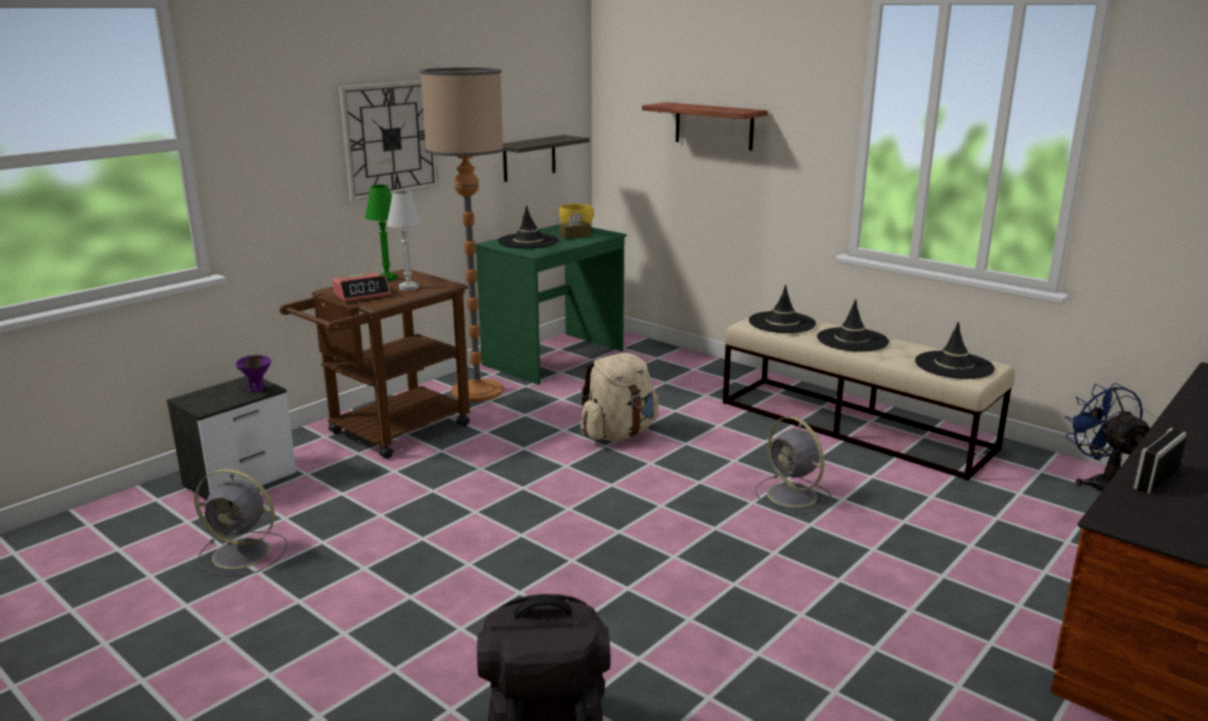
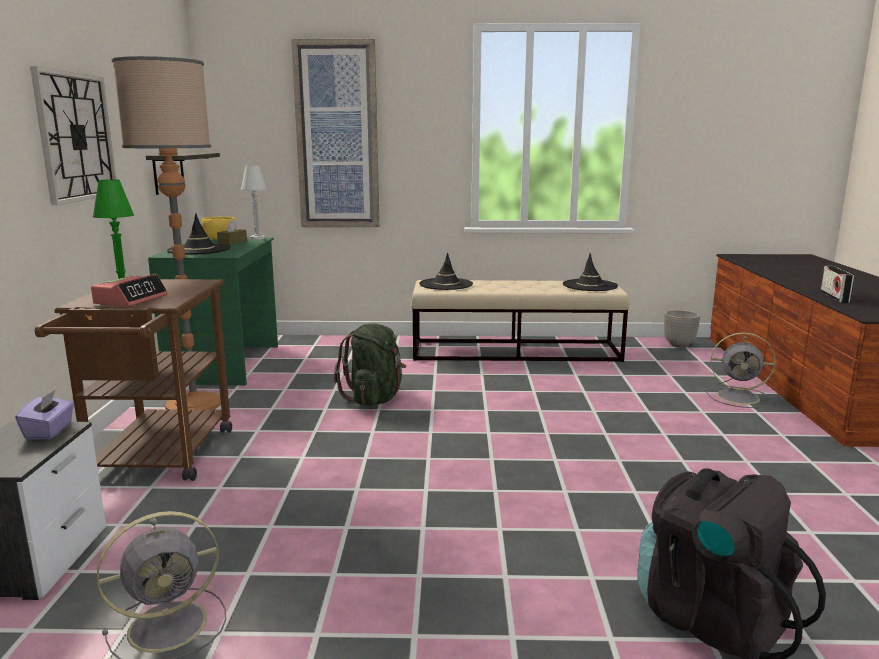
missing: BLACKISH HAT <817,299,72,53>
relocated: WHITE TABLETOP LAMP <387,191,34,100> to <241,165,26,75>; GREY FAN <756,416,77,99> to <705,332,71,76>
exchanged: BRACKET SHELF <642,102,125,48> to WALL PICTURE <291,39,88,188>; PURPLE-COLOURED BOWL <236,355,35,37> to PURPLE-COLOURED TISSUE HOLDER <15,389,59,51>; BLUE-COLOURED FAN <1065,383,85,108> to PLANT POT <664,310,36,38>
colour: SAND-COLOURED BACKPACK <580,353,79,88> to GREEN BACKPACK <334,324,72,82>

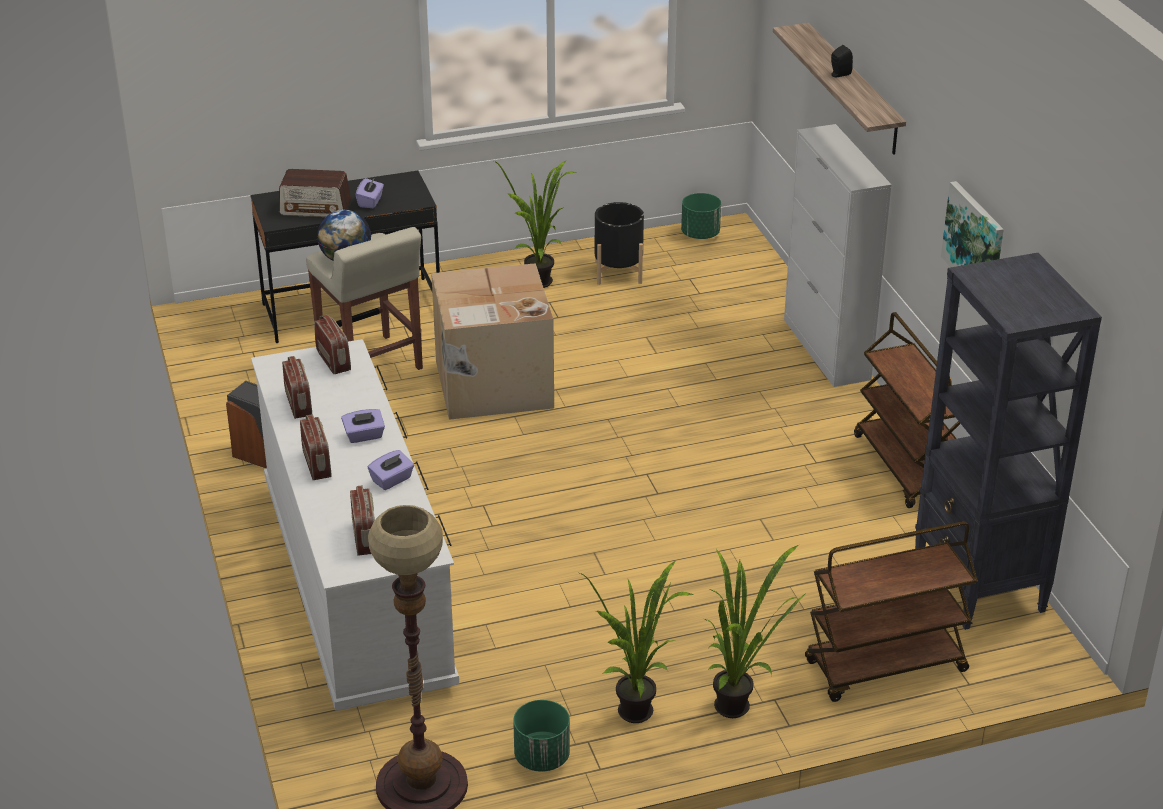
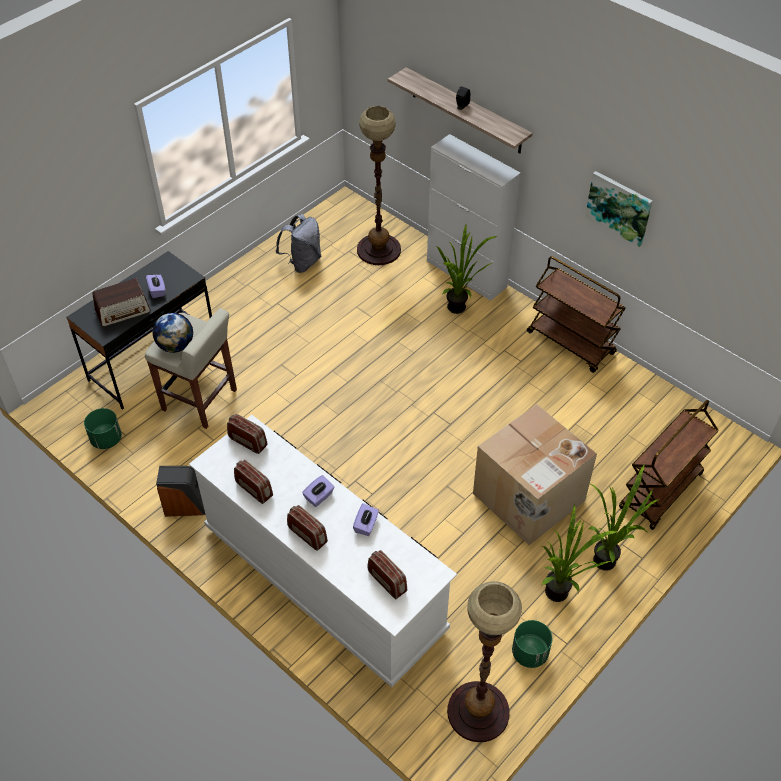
missing: BLACKISH SHELVING UNIT <915,253,187,377>
appeared: STANDING LAMP <357,106,44,159>
relocated: PLANT IN A POT <494,160,83,128> to <436,225,62,89>; GREEN PLANT POT <681,193,40,46> to <84,408,38,41>; PACKING BOX <431,263,123,157> to <473,404,124,141>
exchanged: BLACKISH PLANT POT <595,202,49,83> to GREY BACKPACK <276,214,45,59>

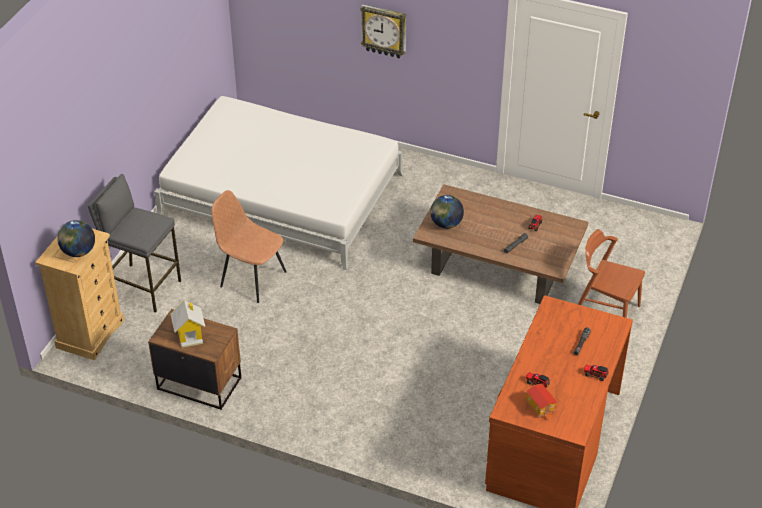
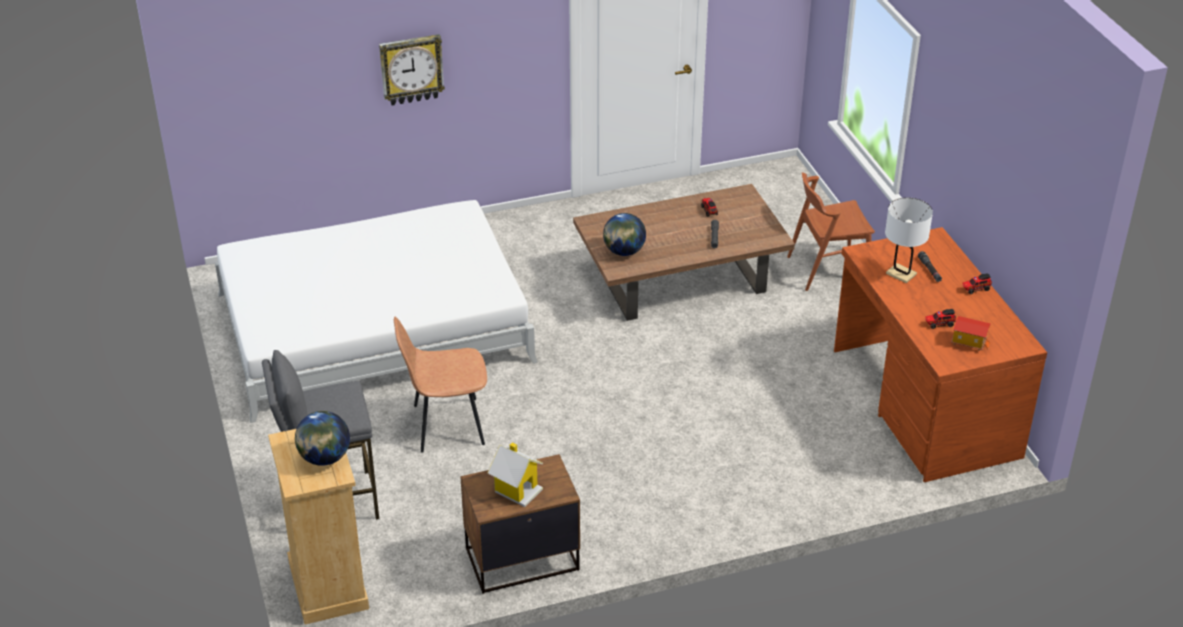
appeared: WHITE TABLETOP LAMP <885,198,48,85>

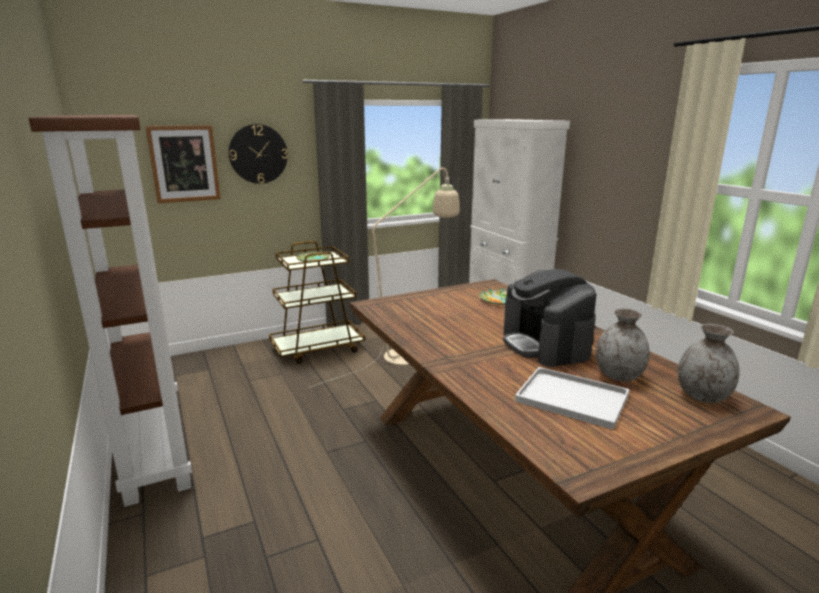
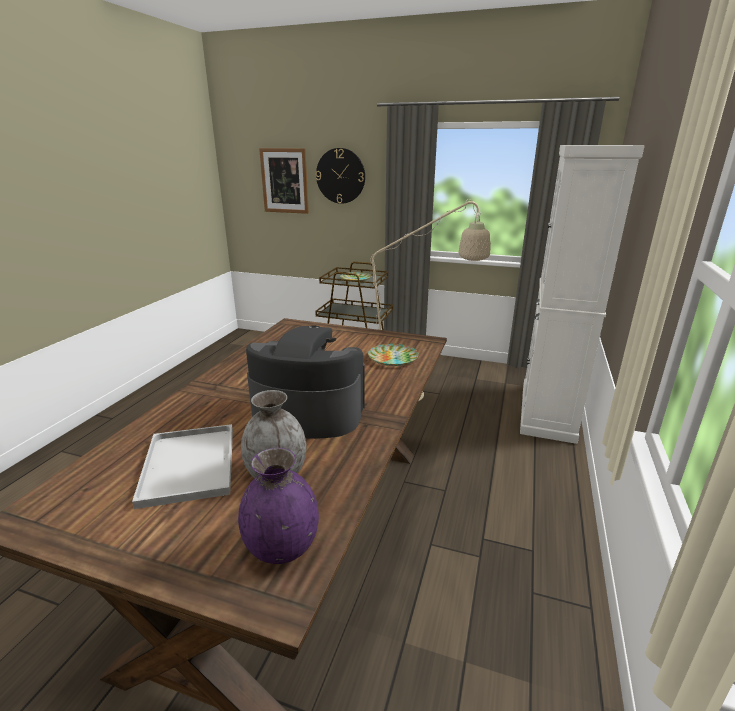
missing: BROWN SHELVING UNIT <29,115,163,392>
colour: GREY VASE <678,324,62,79> to PURPLE-COLOURED VASE <238,448,81,116>
spun: COFFEE MACHINE <503,269,93,98> = <246,325,119,114> 75 degrees clockwise

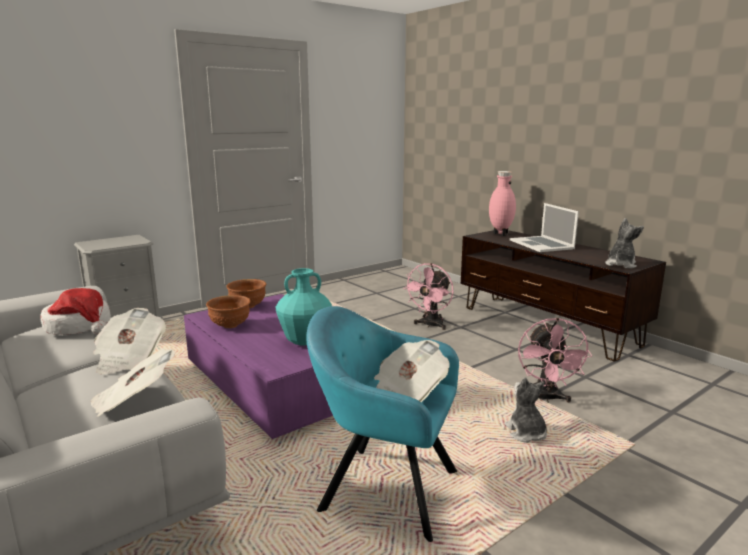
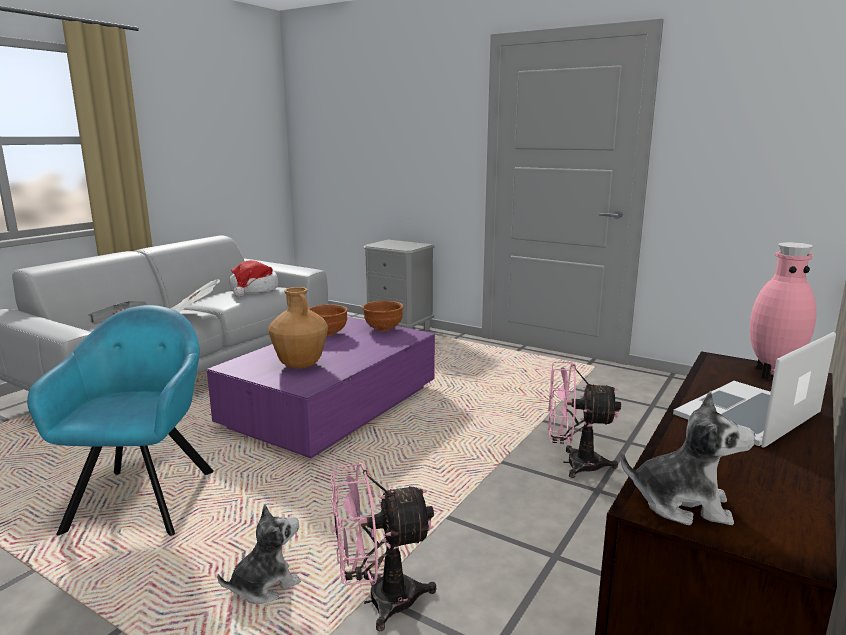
missing: PRINTED PAPER <374,340,75,62>
colour: TURQUOISE-COLOURED VASE <276,268,56,78> to BROWN VASE <268,287,60,81>

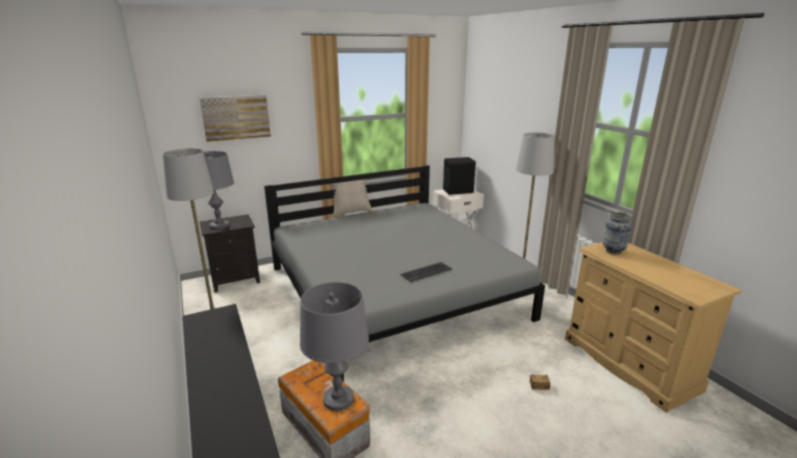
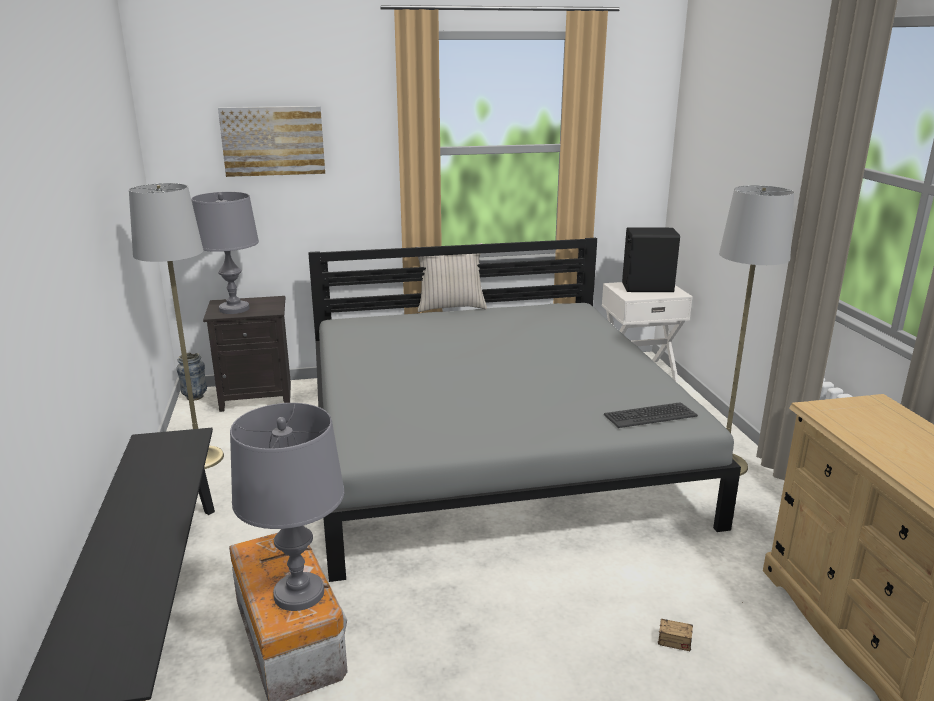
relocated: VASE <603,212,29,43> to <176,352,31,48>; PC KEYBOARD <400,262,52,20> to <604,402,94,26>

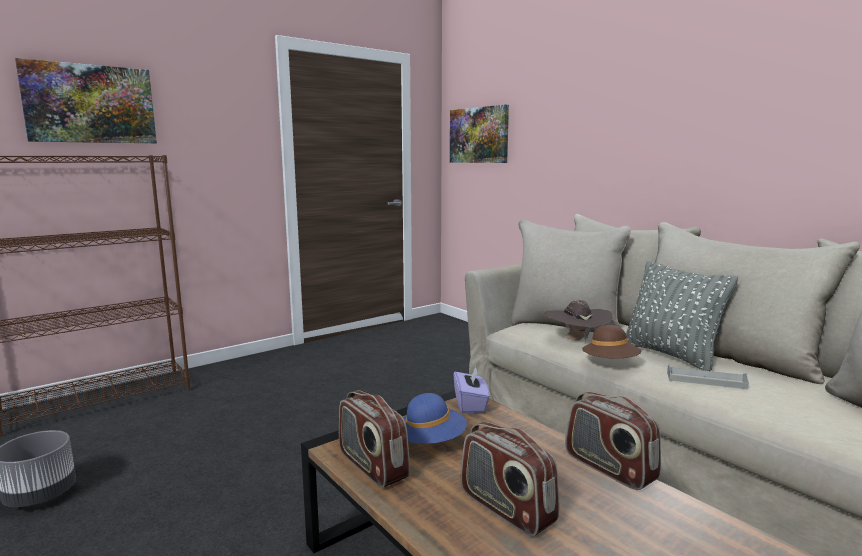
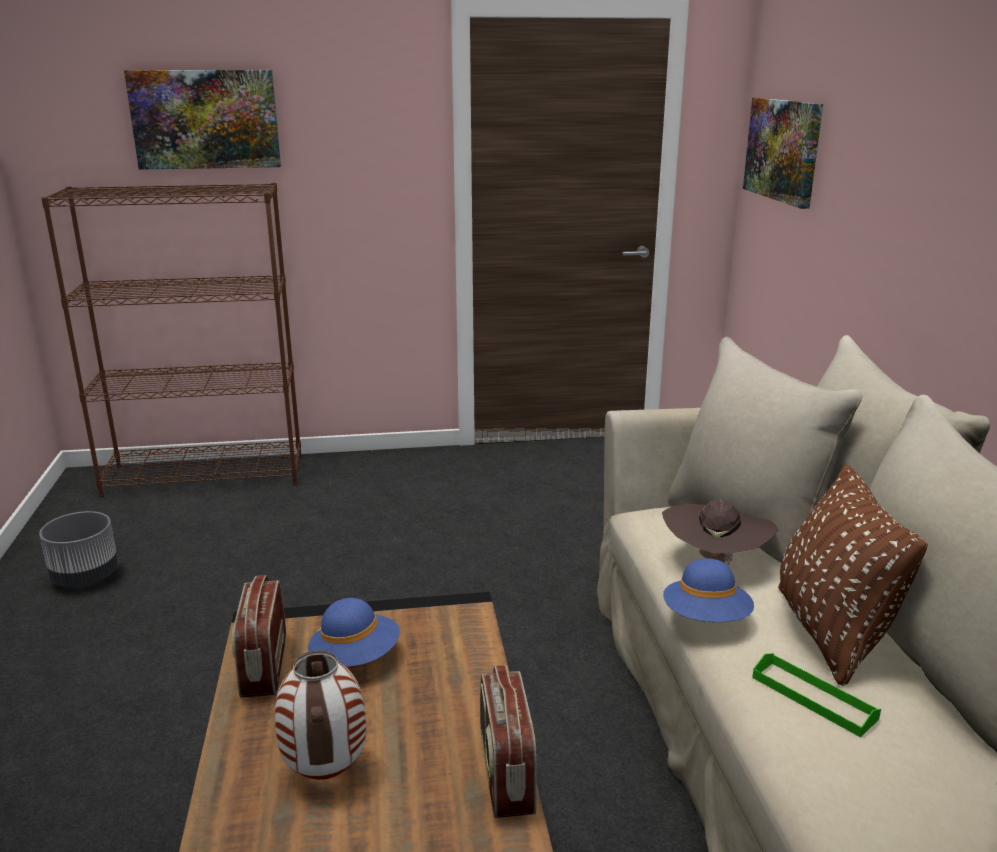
missing: PURPLE-COLOURED TISSUE HOLDER <454,366,36,47>
exchanged: RADIO <461,422,98,114> to VASE <275,650,91,130>
colour: GREY THROW PILLOW <626,261,112,110> to BROWN THROW PILLOW <778,464,150,222>; BROWN HAT <582,325,59,34> to BLUE-COLOURED HAT <663,558,91,64>; GREY TRAY <667,365,82,24> to GREEN TRAY <752,653,129,84>

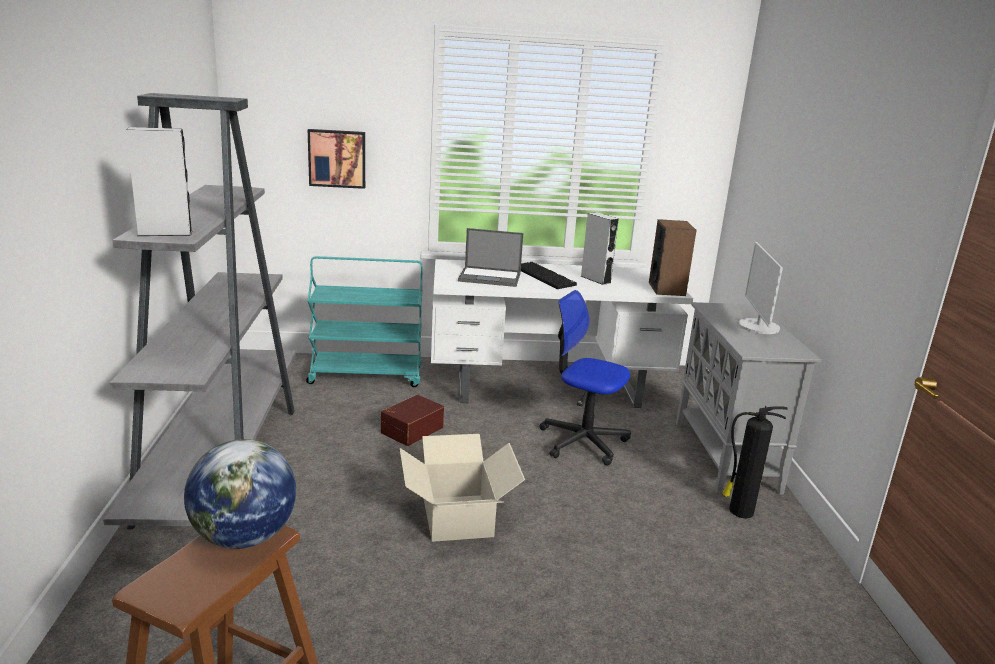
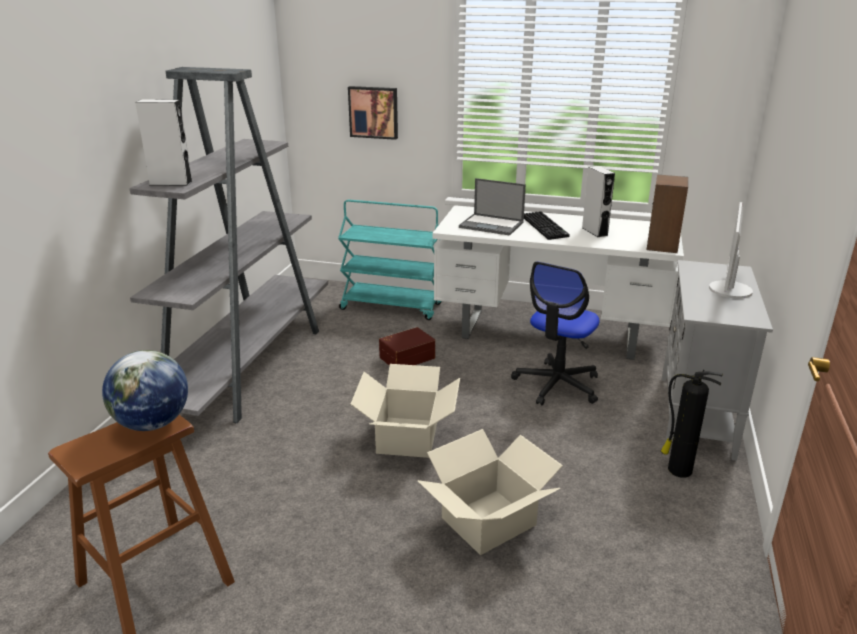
appeared: PACKING BOX <418,429,145,126>
spun: COMPUTER CHAIR <539,290,92,175> = <511,262,89,143> 105 degrees counterclockwise

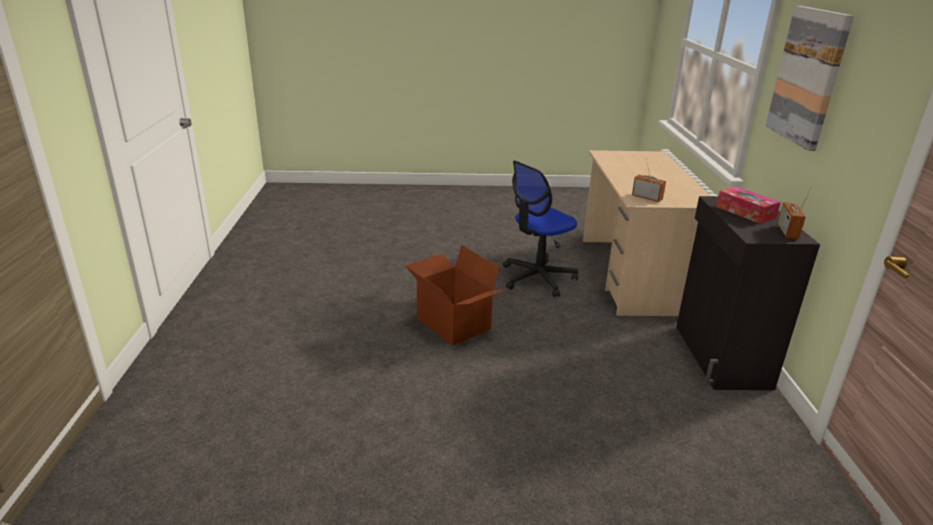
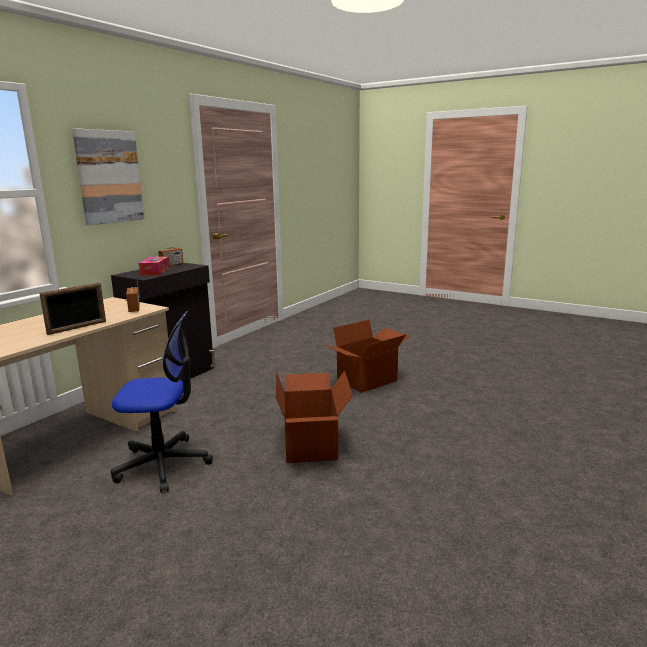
appeared: STANDING FRAME <39,282,67,53>; PACKING BOX <325,319,84,74>

